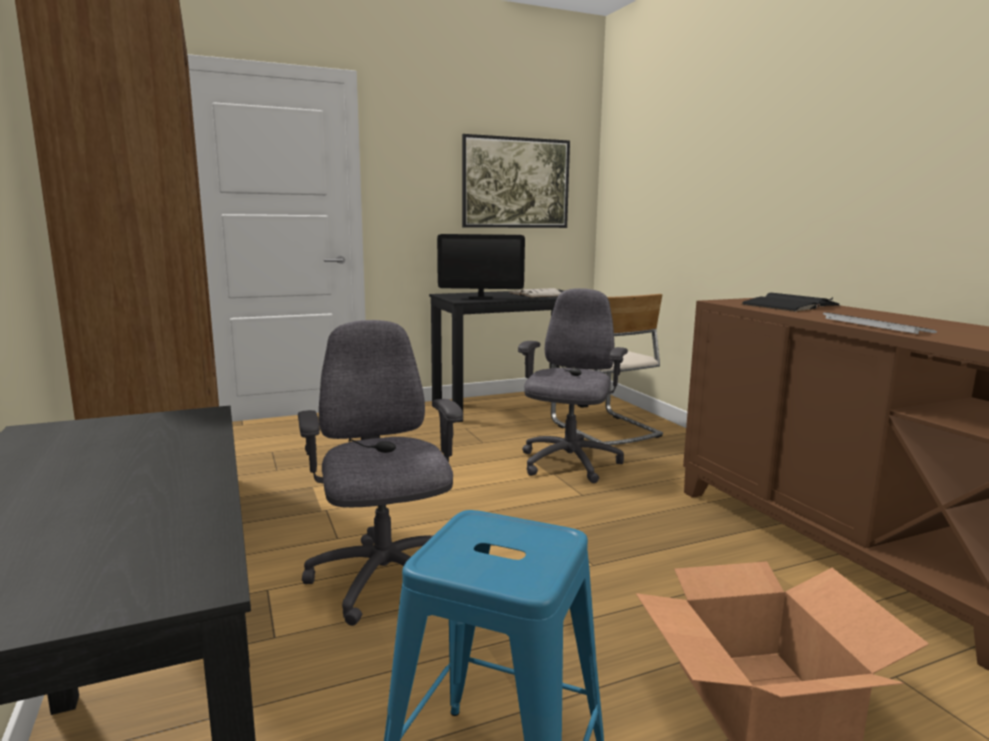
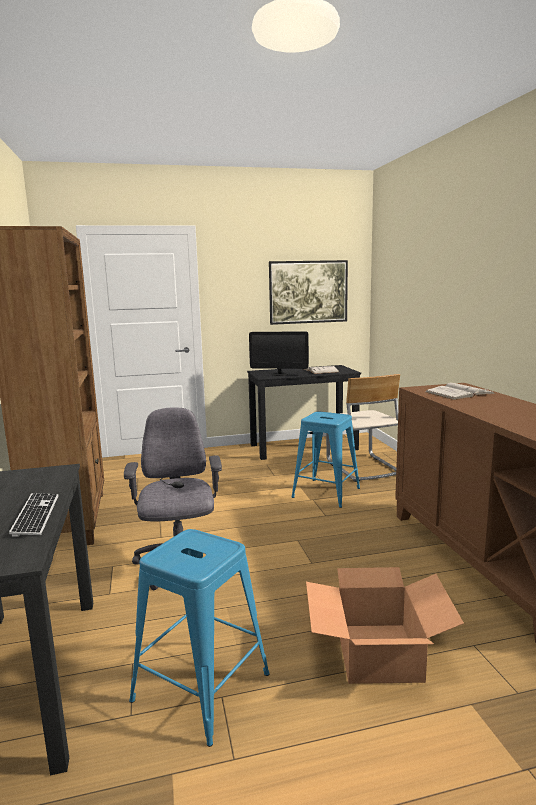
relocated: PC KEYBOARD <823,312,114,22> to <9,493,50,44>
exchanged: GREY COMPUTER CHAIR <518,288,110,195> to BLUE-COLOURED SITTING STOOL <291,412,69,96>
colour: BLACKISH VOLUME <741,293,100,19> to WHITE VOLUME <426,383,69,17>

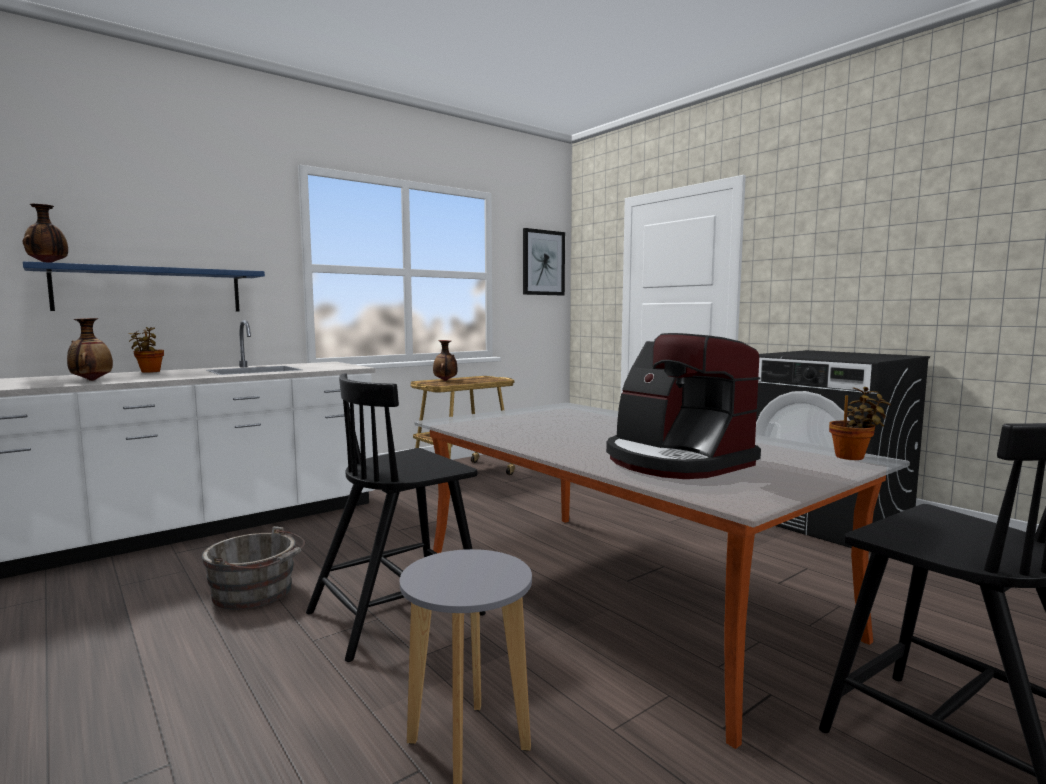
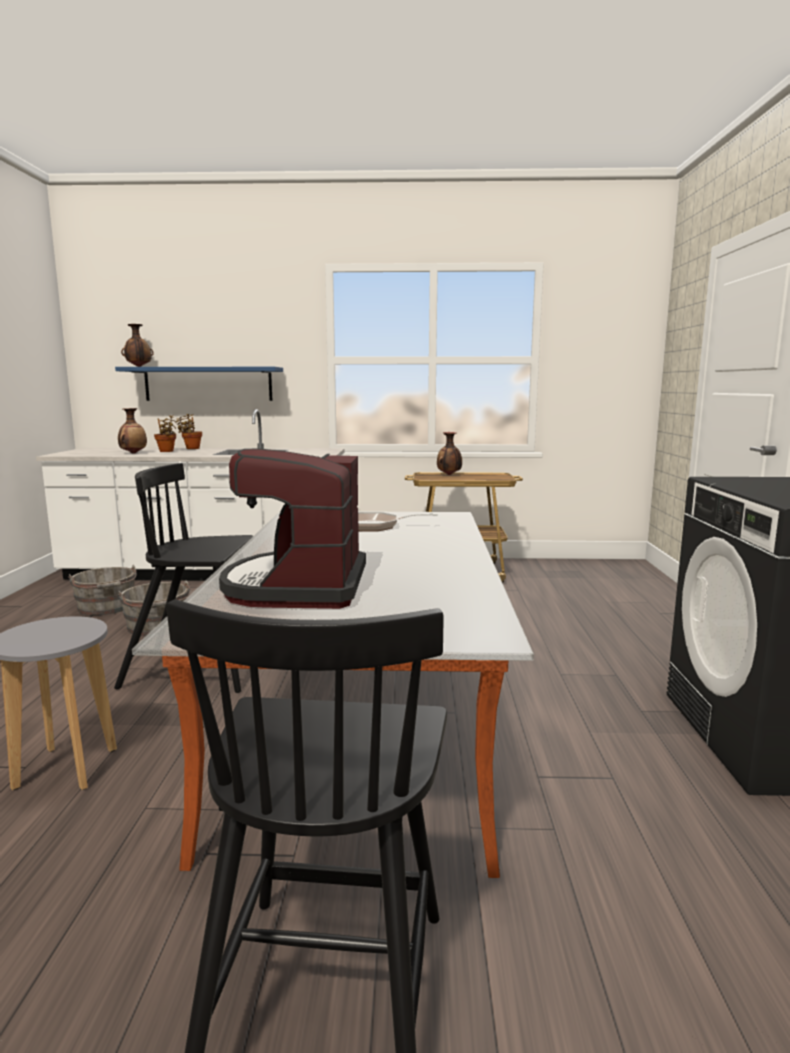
missing: WALL PICTURE <523,228,42,67>
appeared: SKILLET <358,512,80,20>; GREY PAIL <69,565,68,51>
relocated: PLANT IN A POT <829,387,62,73> to <154,415,22,37>

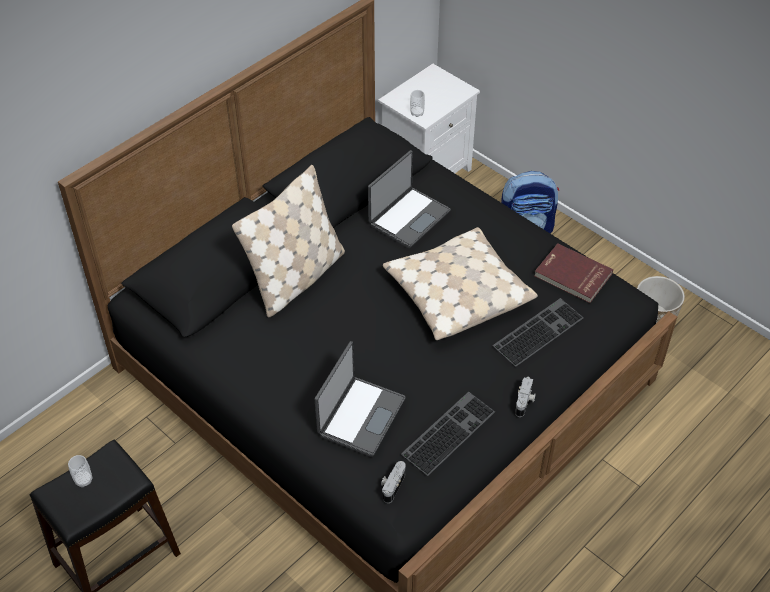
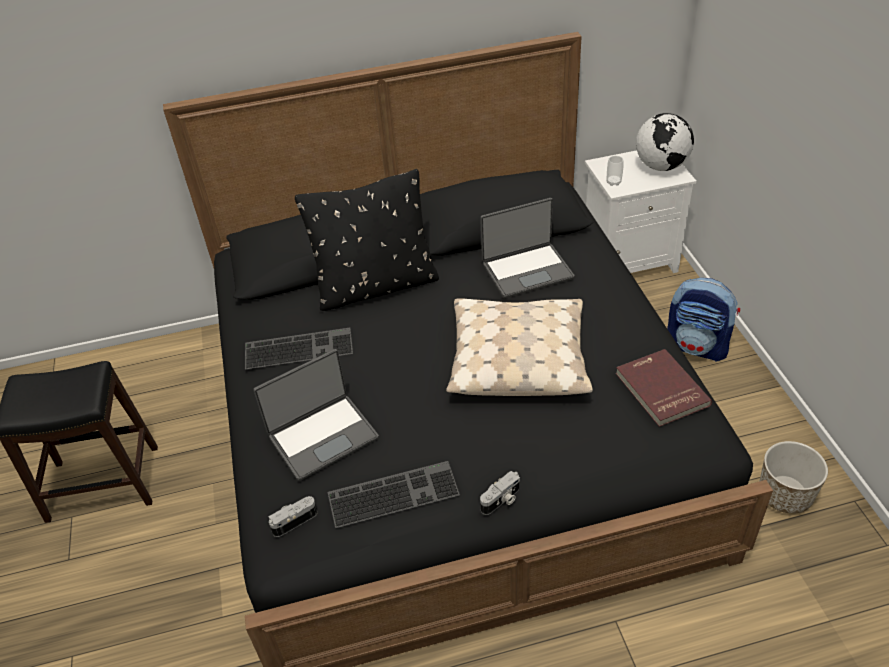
missing: SMALL CUP <68,455,24,32>
appeared: GLOBE <636,113,58,58>
relocated: PC KEYBOARD <492,298,92,69> to <245,328,108,42>
colour: SAND-COLOURED THROW PILLOW <232,165,113,152> to BLACKISH THROW PILLOW <295,169,144,142>

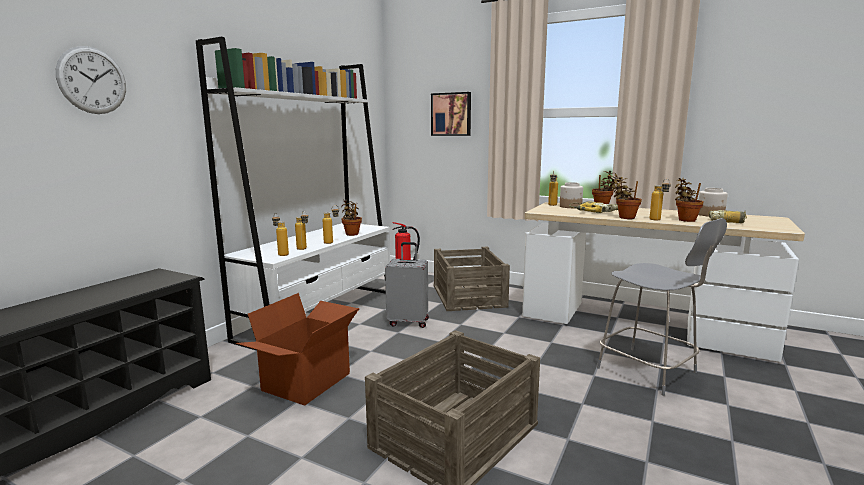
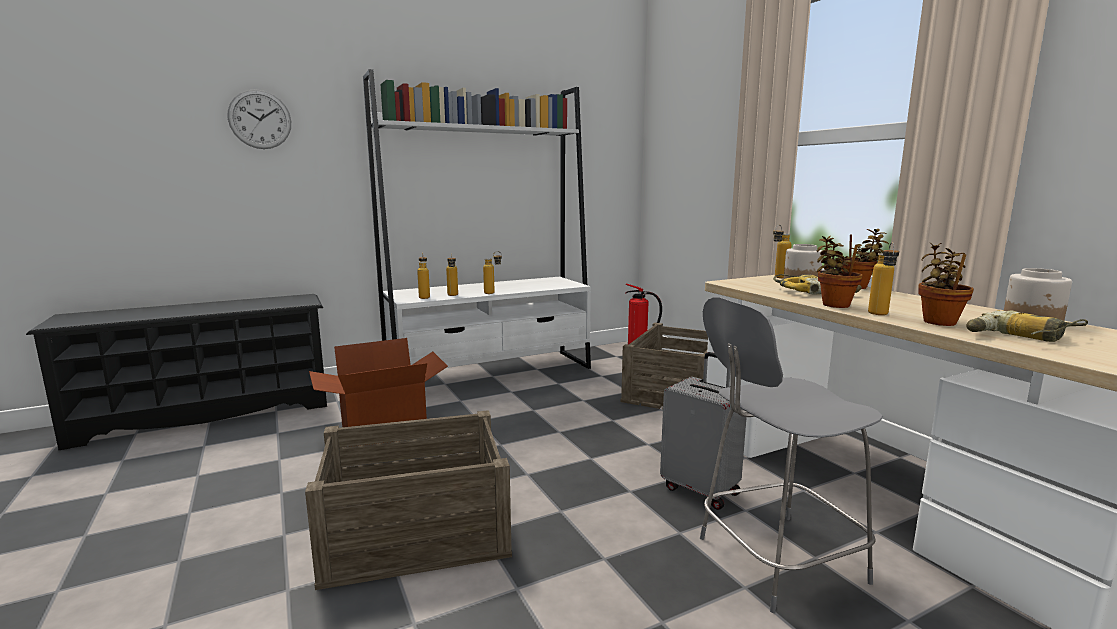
missing: WALL PICTURE <431,92,40,44>; PLANT IN A POT <341,199,21,37>
relocated: GREY SUITCASE <385,242,44,86> to <660,352,87,158>
spun: GREY UPRIGHT CHAIR <597,218,130,178> = <700,297,183,316> 75 degrees clockwise

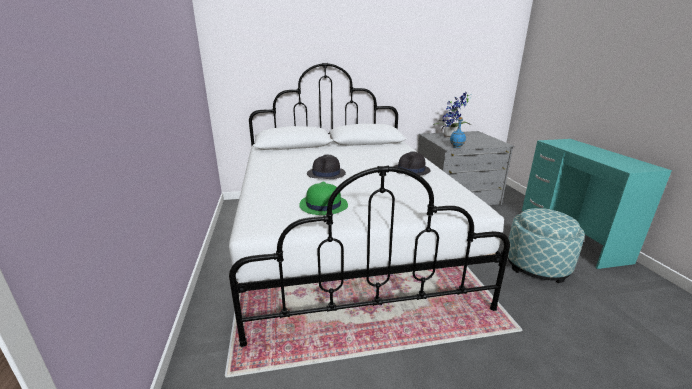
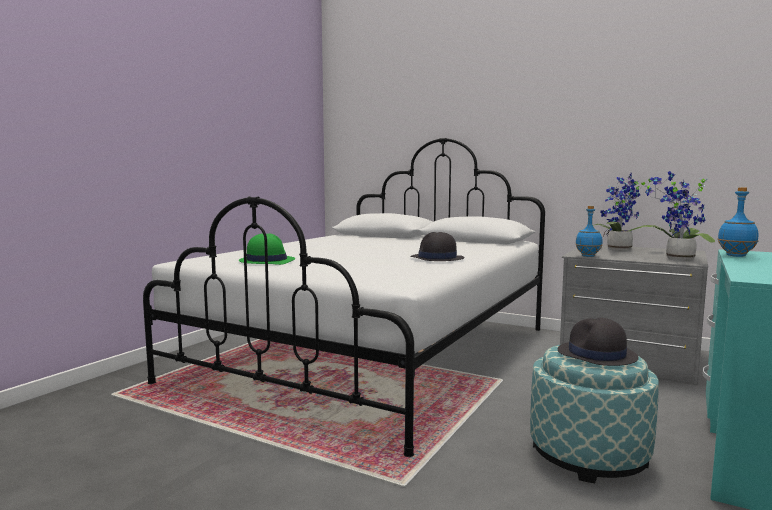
appeared: PLANT IN A POT <640,171,75,89>; BLUE-COLOURED BOTTLE <718,187,40,70>
relocated: BLACKISH HAT <307,154,39,25> to <558,317,81,49>

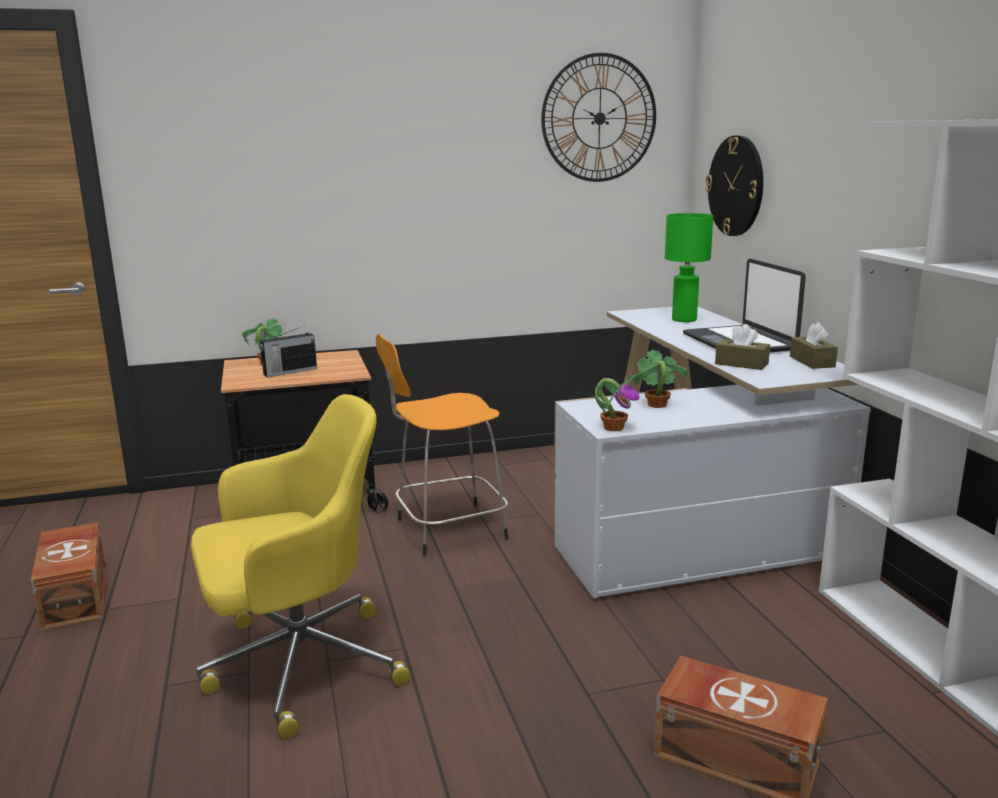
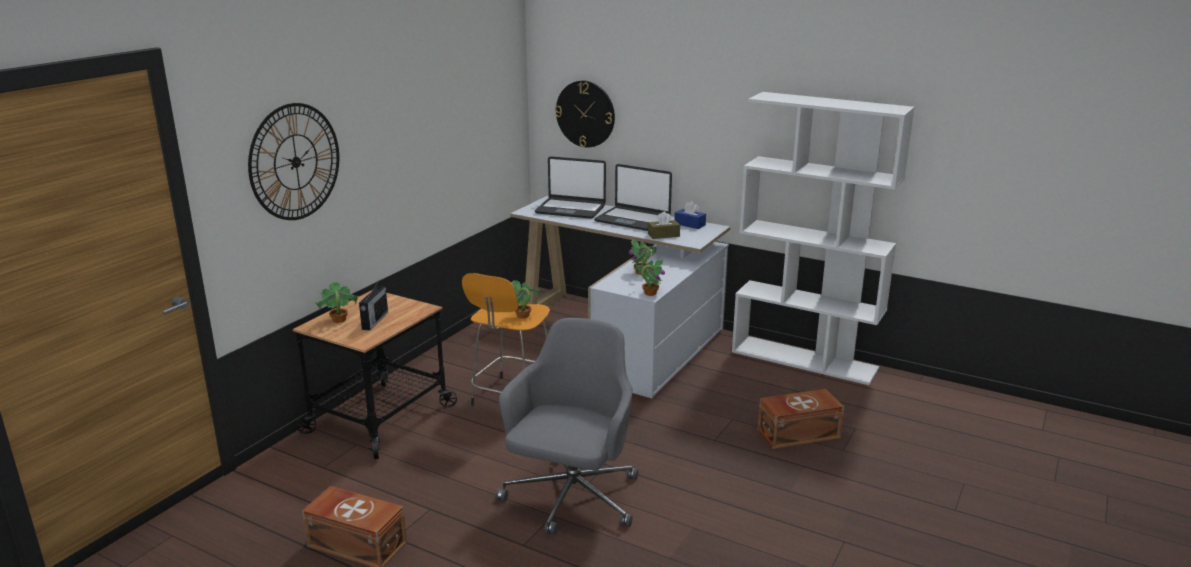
appeared: PLANT IN A POT <511,280,29,39>
relocated: WALL CLOCK <541,53,115,129> to <248,103,91,117>
exchanged: GREEN TABLETOP LAMP <665,213,48,109> to PORTABLE COMPUTER <535,156,71,63>
colour: BROWN TISSUE HOLDER <790,322,48,47> to BLUE-COLOURED TISSUE HOLDER <674,201,32,28>; YELLOWISH COMPUTER CHAIR <191,394,219,345> to GREY COMPUTER CHAIR <495,318,144,217>

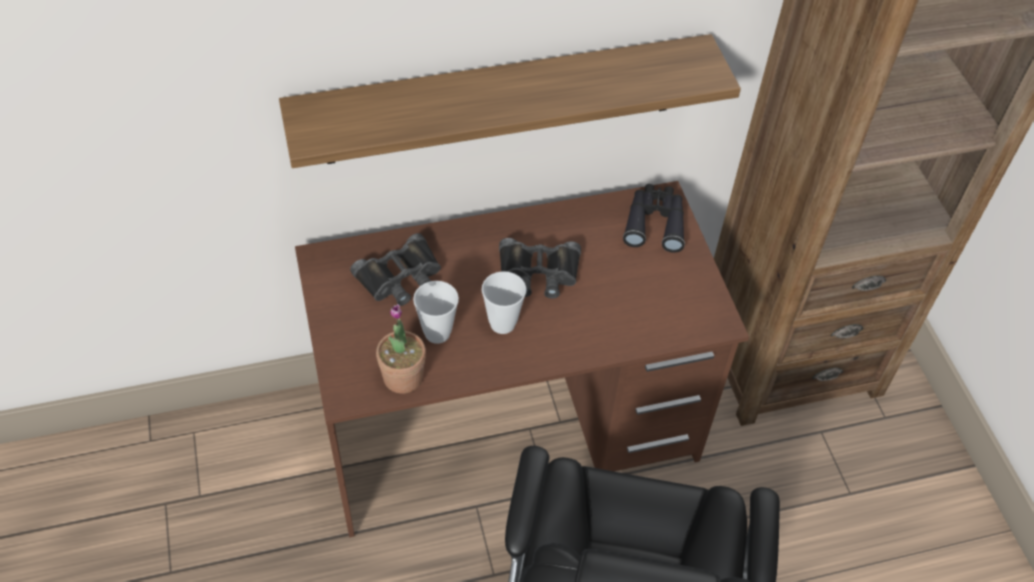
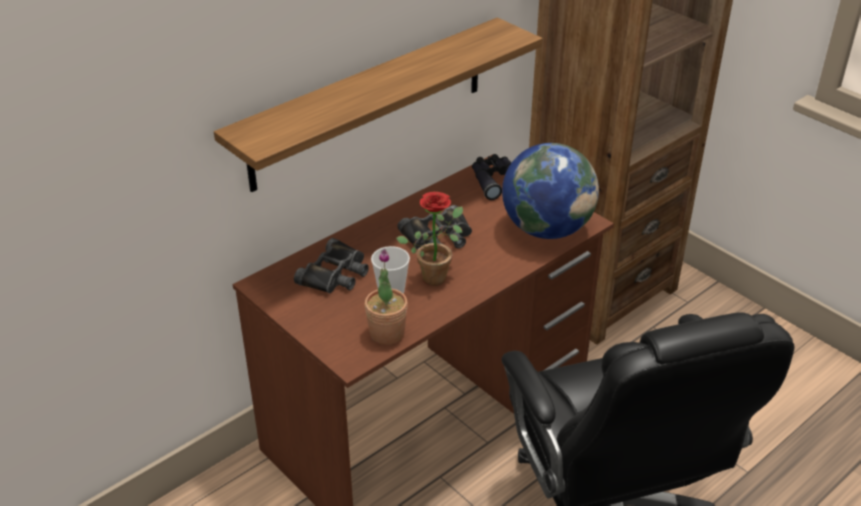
appeared: GLOBE <502,143,97,96>
exchanged: SMALL CUP <482,271,44,63> to PLANT IN A POT <396,192,67,94>

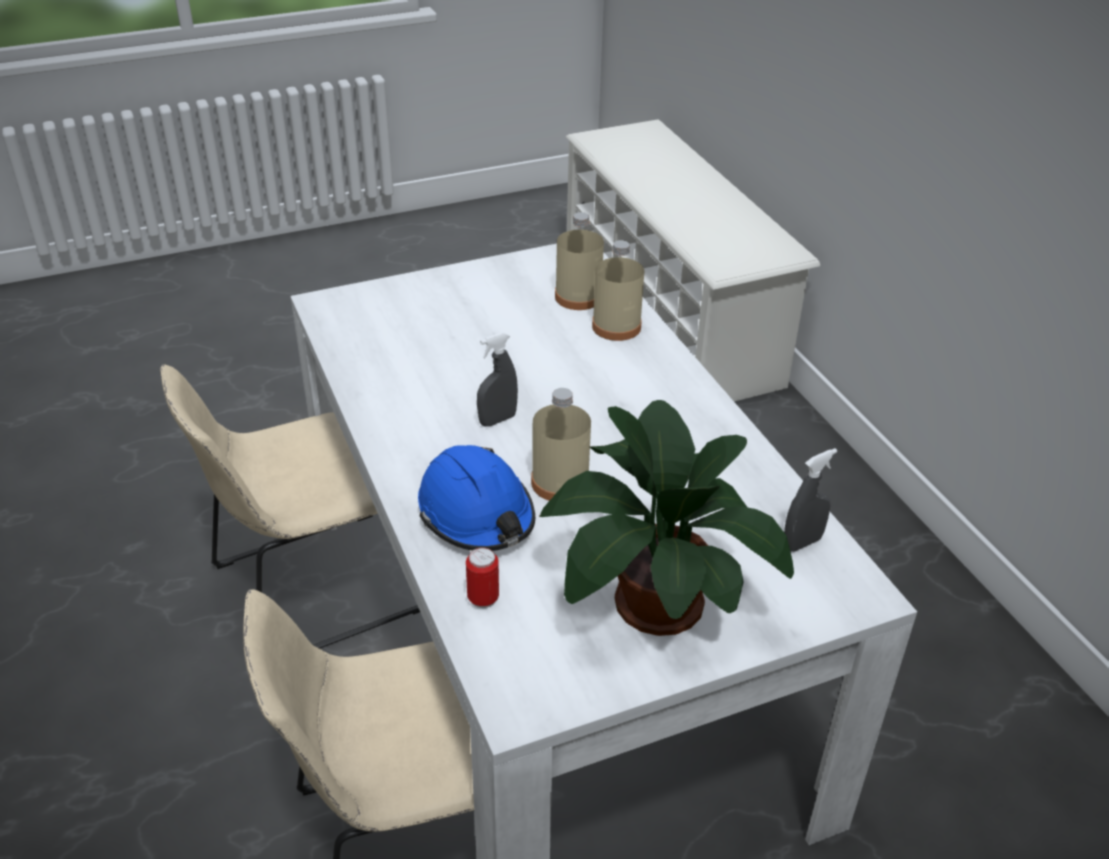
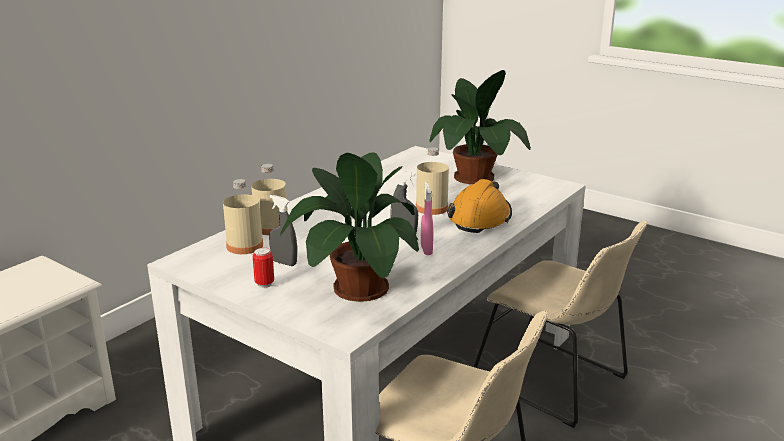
appeared: PLANT IN A POT <280,152,139,150>; PINK HAND SPRAYER <421,182,12,73>
relocated: GREY HAND SPRAYER <784,448,53,104> to <269,195,28,71>; CAN <466,547,33,61> to <252,248,22,40>
colour: BLUE-COLOURED WORK HELMET <418,445,117,106> to ORANGE WORK HELMET <447,179,65,54>

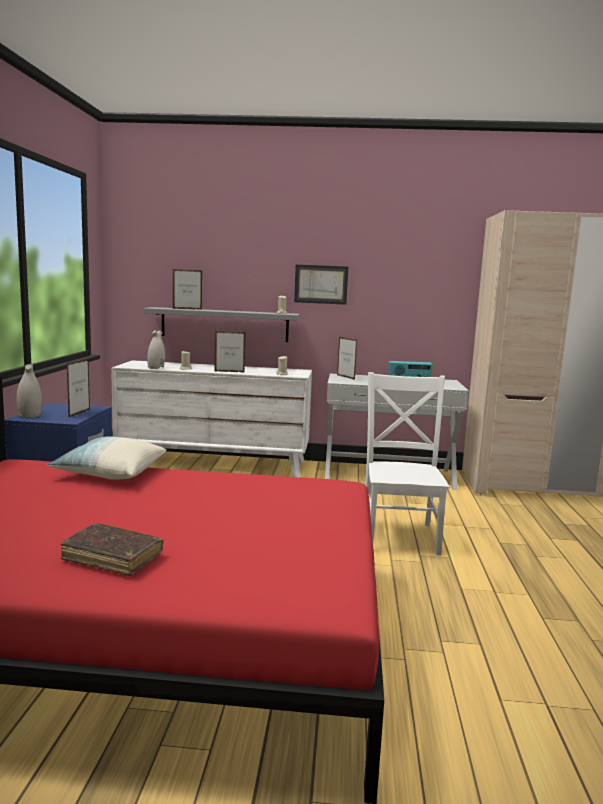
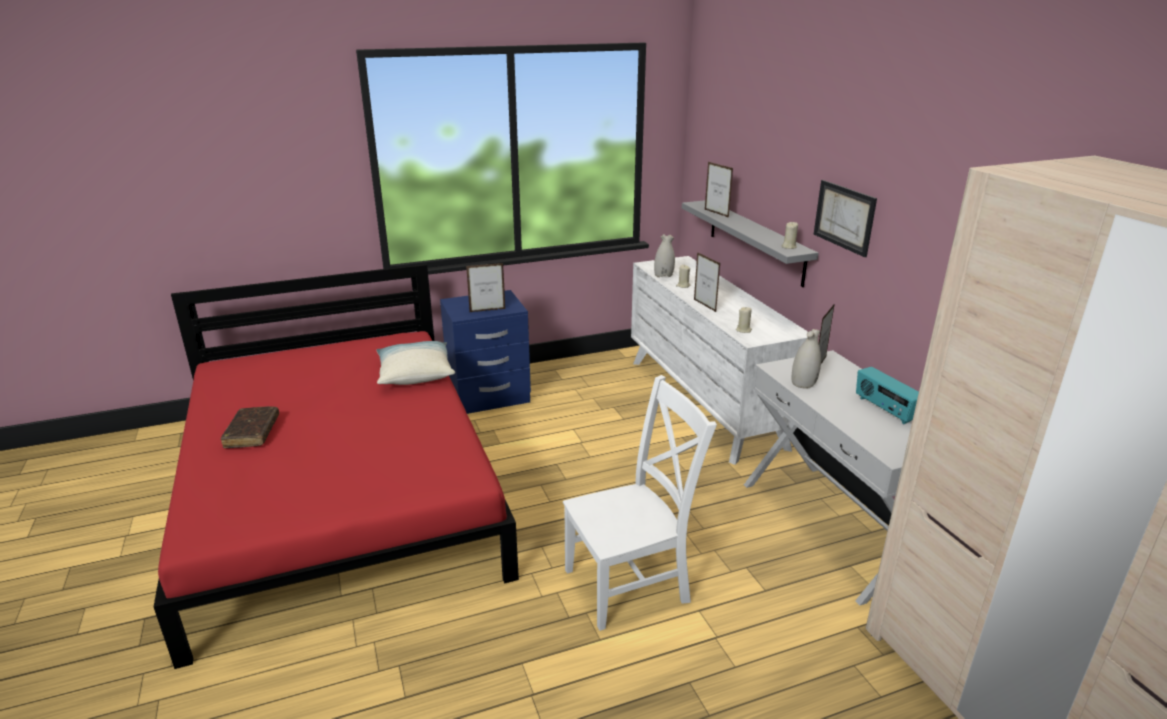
relocated: WHITE VASE <17,364,25,54> to <791,329,30,60>

